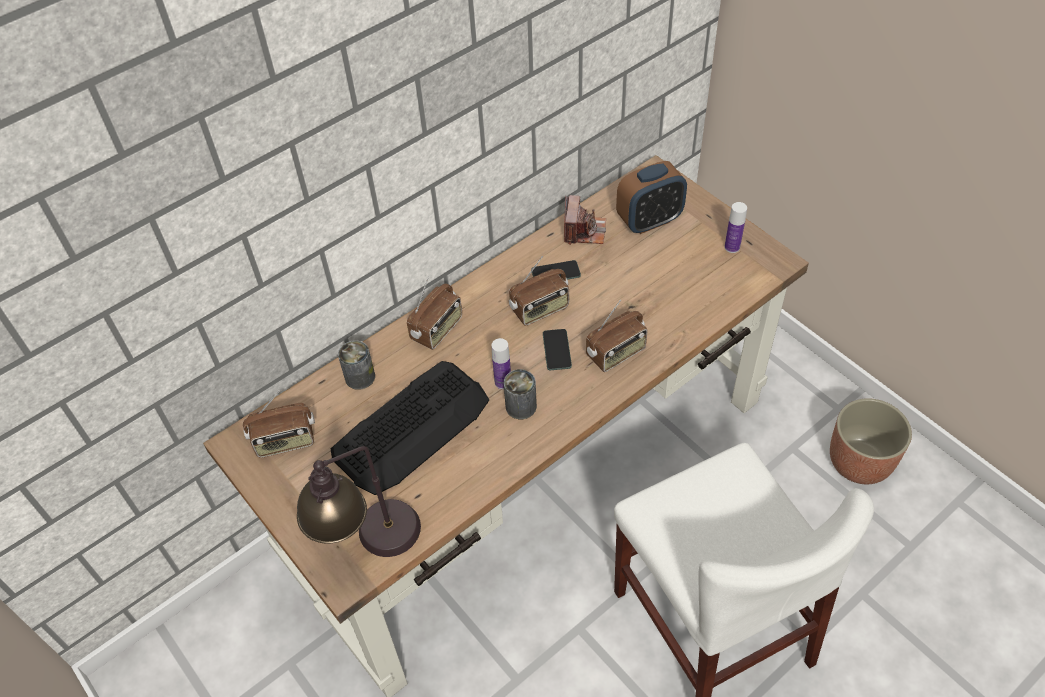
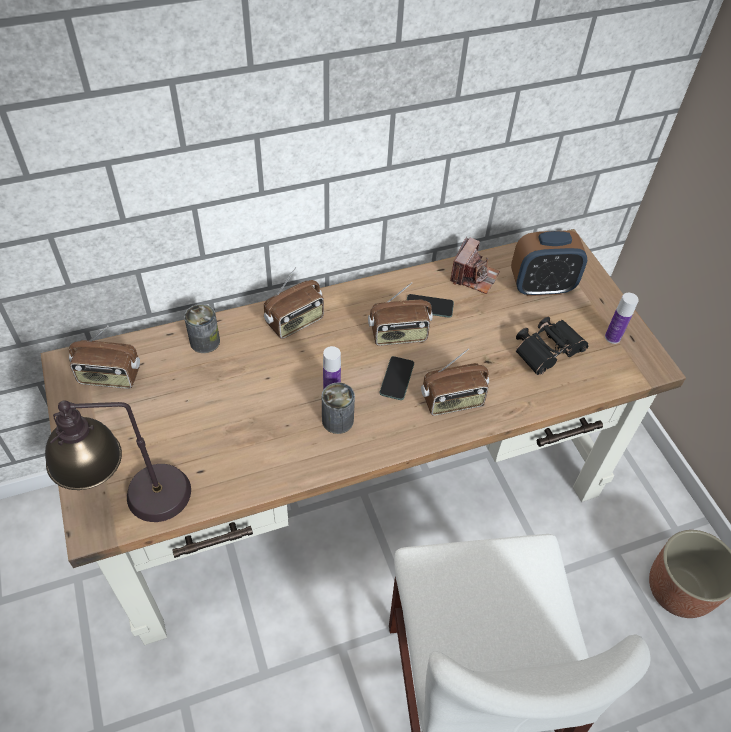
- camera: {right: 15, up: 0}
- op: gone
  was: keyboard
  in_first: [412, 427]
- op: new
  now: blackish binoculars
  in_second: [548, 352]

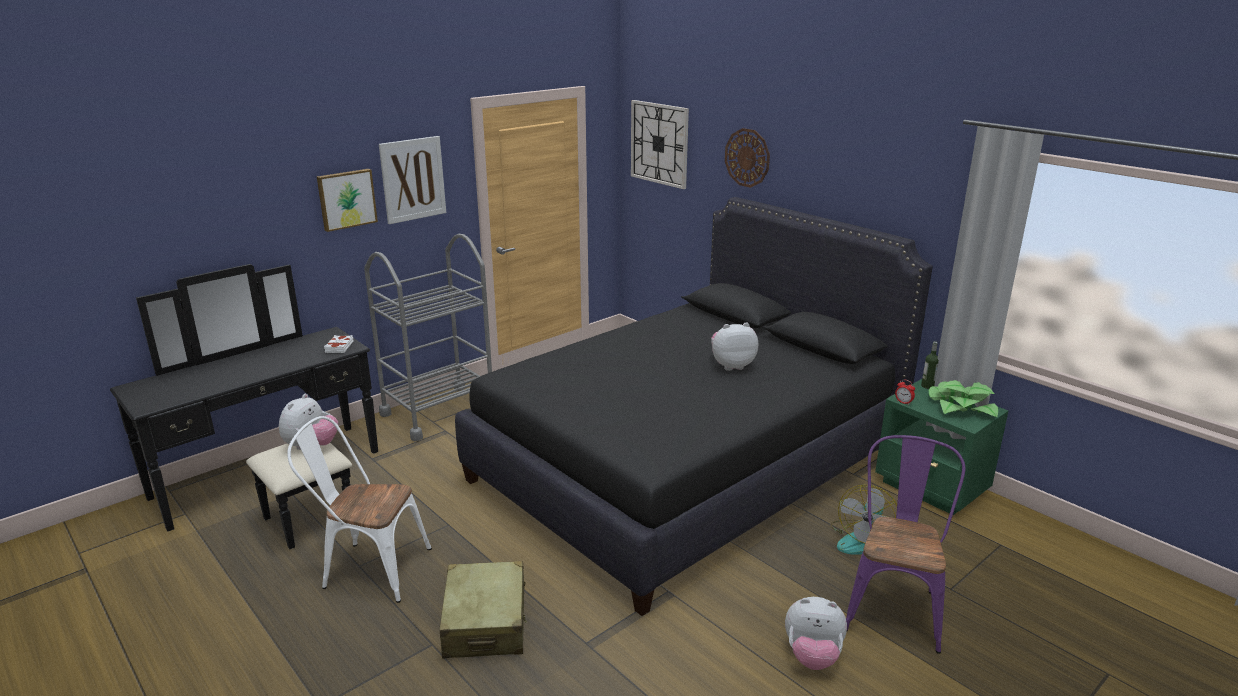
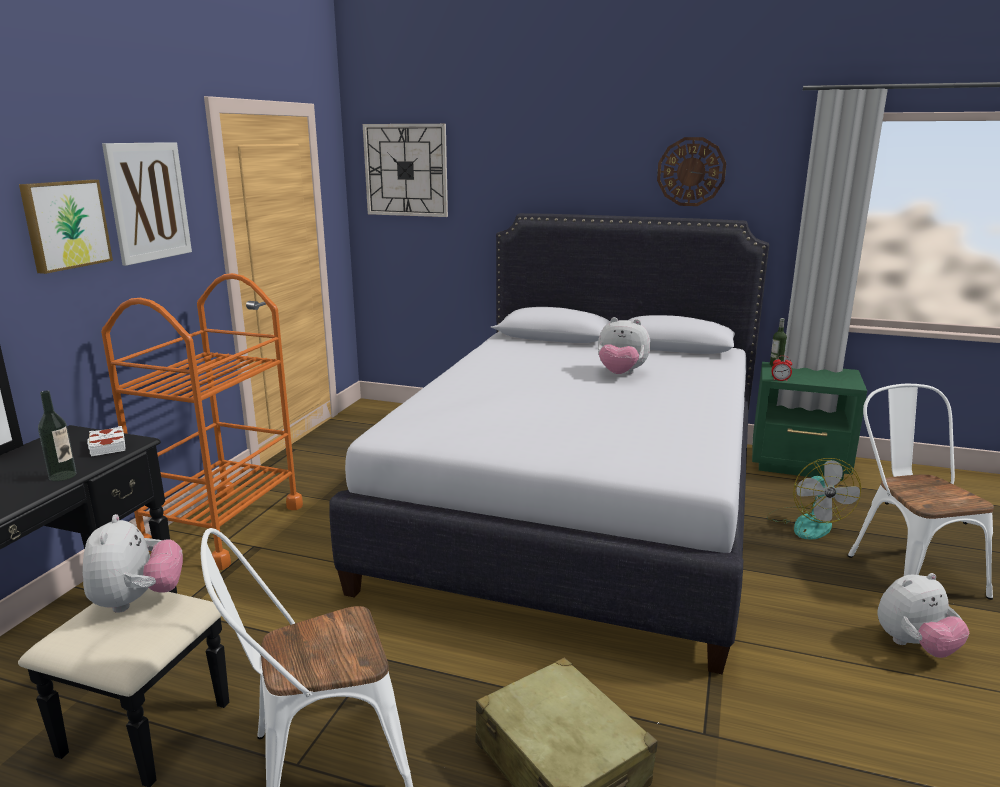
- camera: {right: -30, up: -5}
- op: shifted
  was: clock on the wall
  in_first: [747, 157]
  in_second: [691, 171]
- op: repainted
  was: blackish bed
  now: white bed
  in_first: [685, 466]
  in_second: [578, 506]
- op: repainted
  was: gray trolley
  now: orange-coloured trolley
  in_first: [439, 412]
  in_second: [223, 527]
- op: rotated
  was: plush toy
  in_first: [731, 365]
  in_second: [621, 374]
  clockwise: -120
- op: gone
  was: houseplant
  in_first: [961, 406]
- op: repainted
  was: purple-coloured plain chair
  now: white plain chair
  in_first: [893, 605]
  in_second: [906, 571]
- op: new
  now: bottle
  in_second: [62, 476]

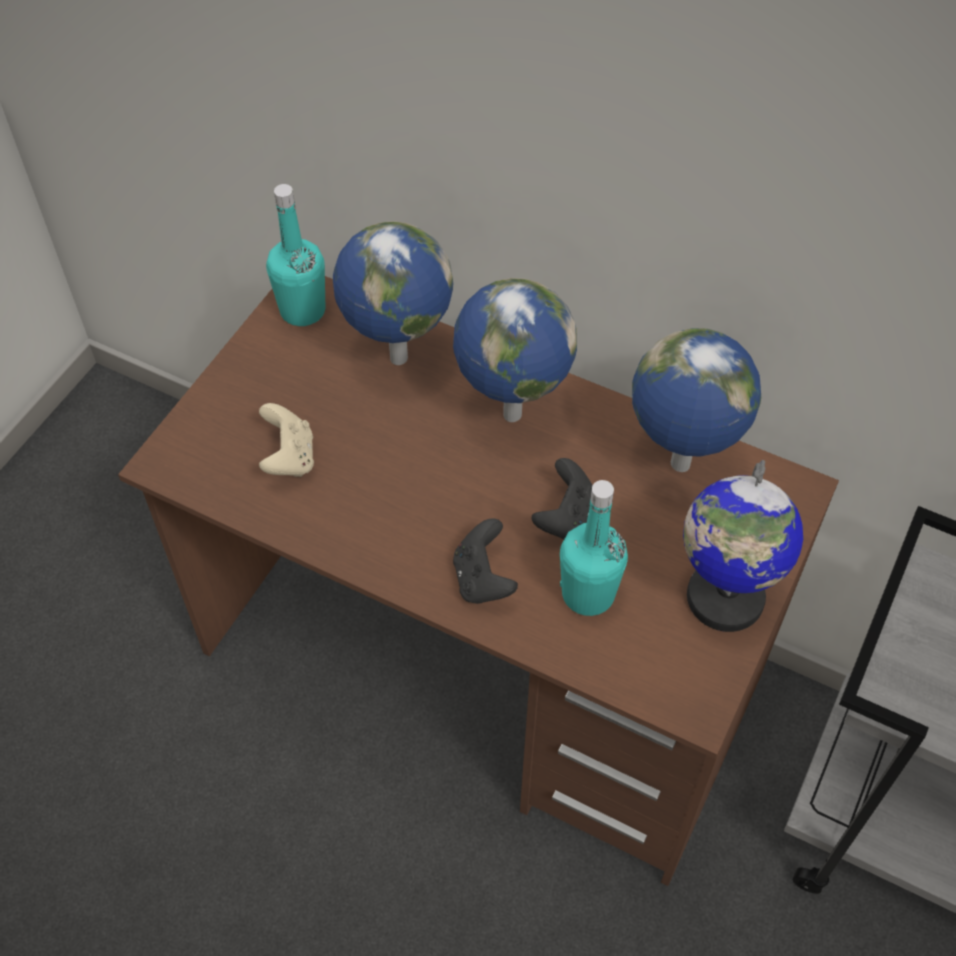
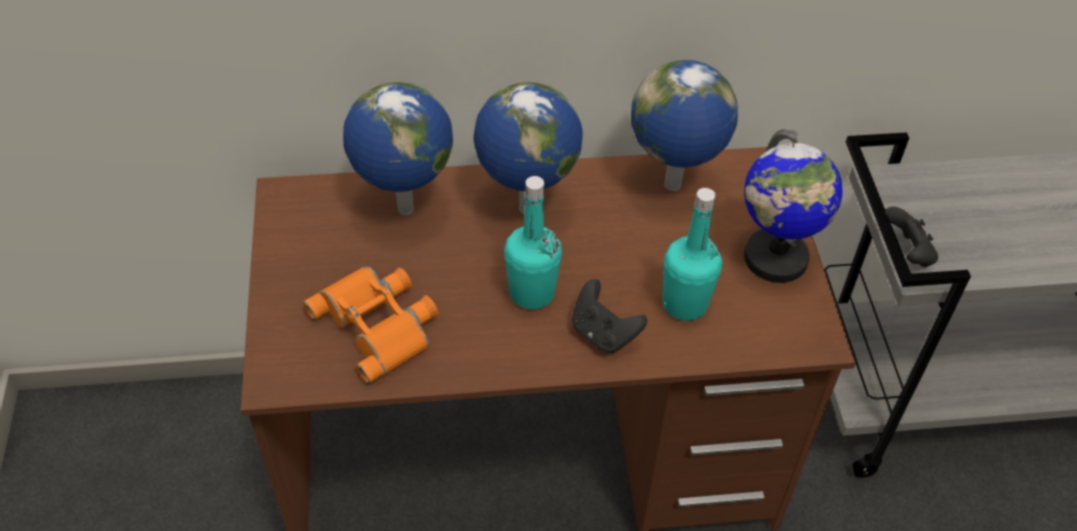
- camera: {right: -35, up: -5}
- op: shifted
  was: turquoise bottle
  in_first: [302, 310]
  in_second: [532, 293]
- op: swapped
  was: beige gamepad
  now: orange-coloured binoculars
  in_first: [289, 458]
  in_second: [379, 324]
- op: shifted
  was: blackish gamepad
  in_first: [566, 518]
  in_second: [907, 253]

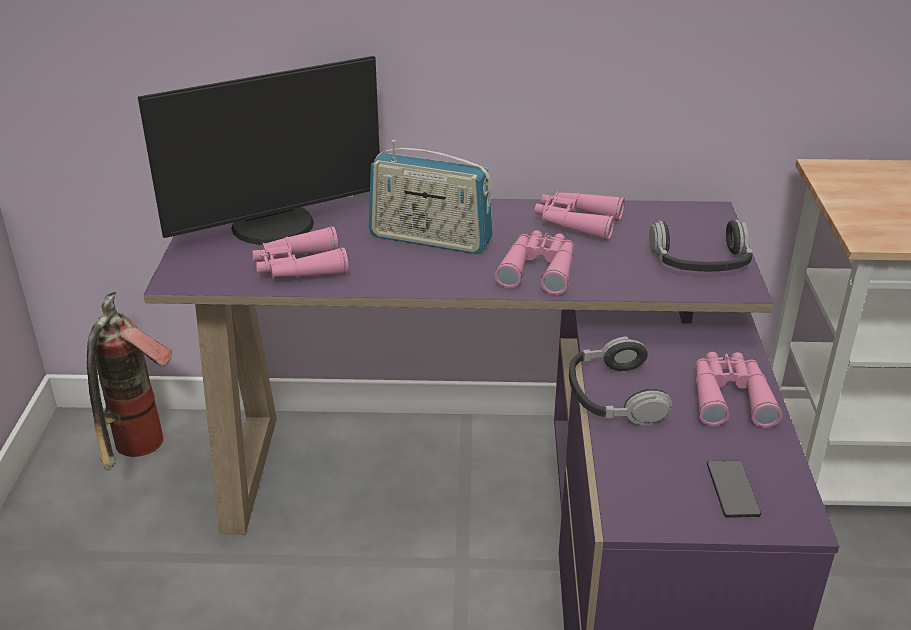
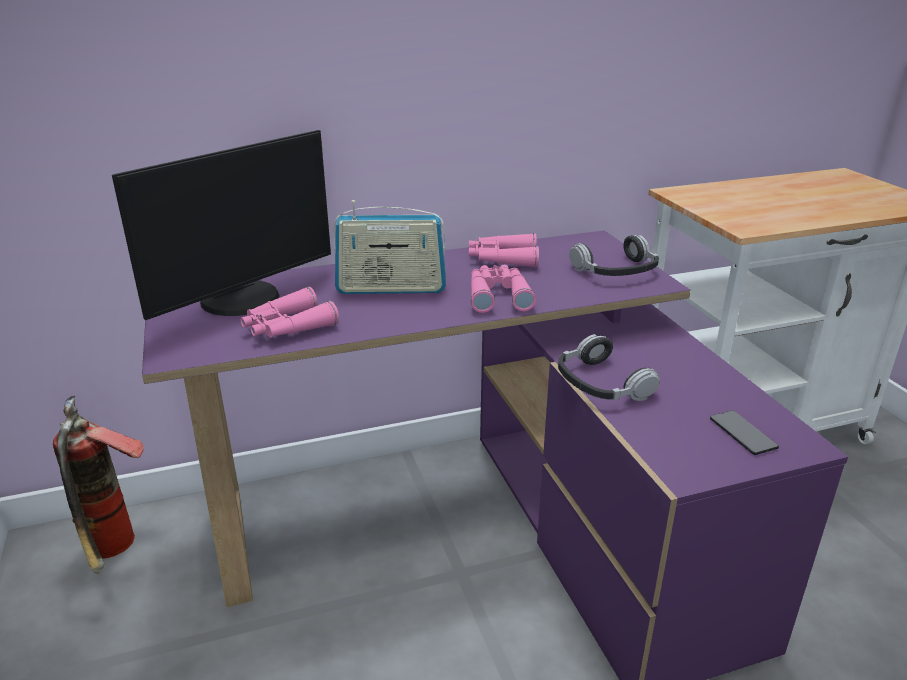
- camera: {right: -20, up: -5}
- op: gone
  was: pinkish binoculars
  in_first: [730, 397]

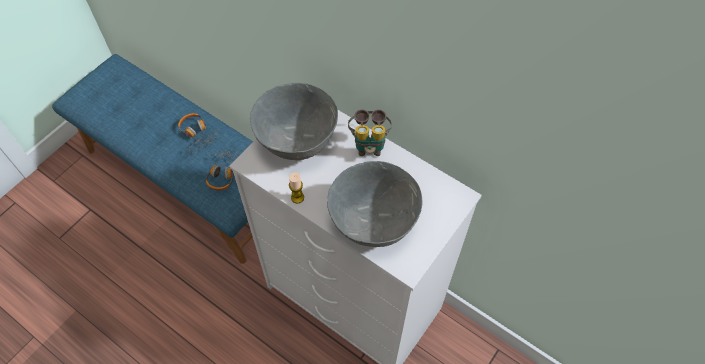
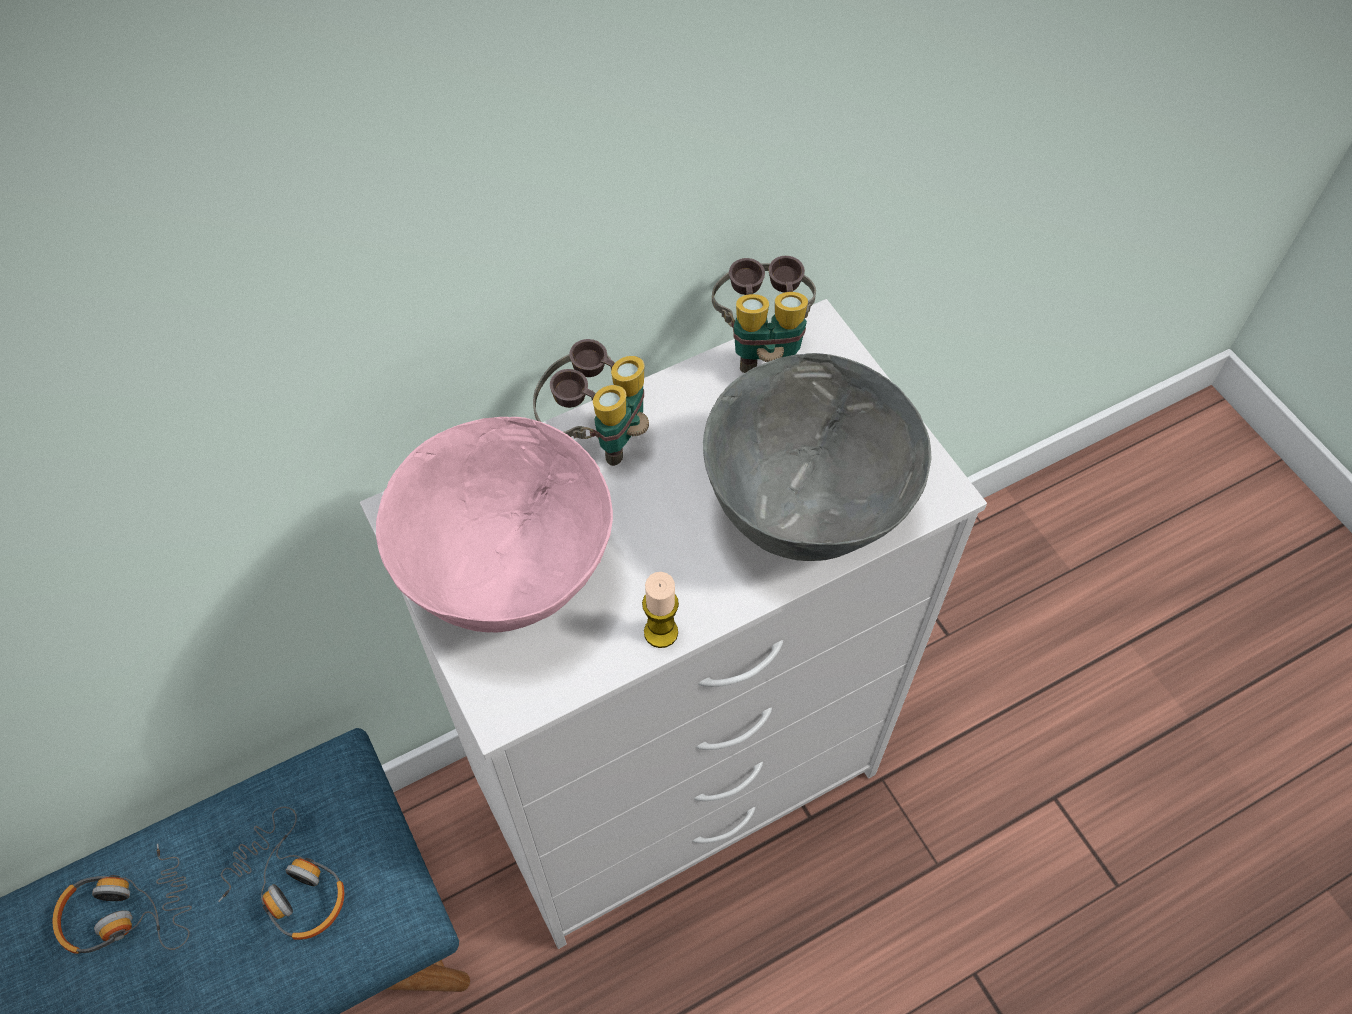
- camera: {right: -65, up: 0}
- op: repainted
  was: gray bowl
  now: pinkish bowl
  in_first: [297, 142]
  in_second: [506, 575]
- op: new
  now: binoculars
  in_second: [762, 345]

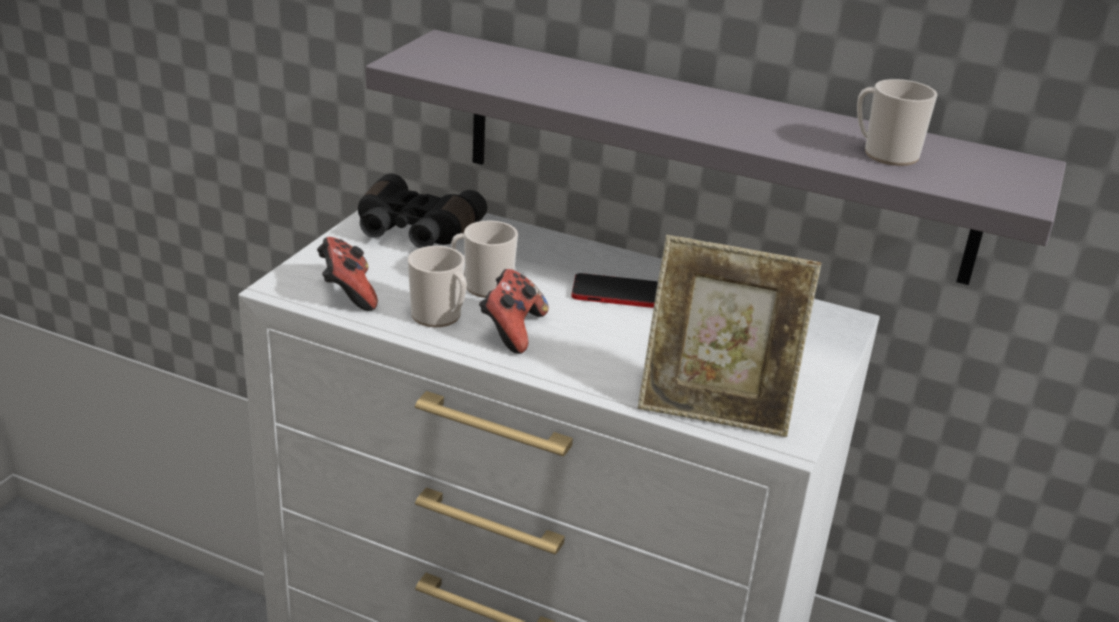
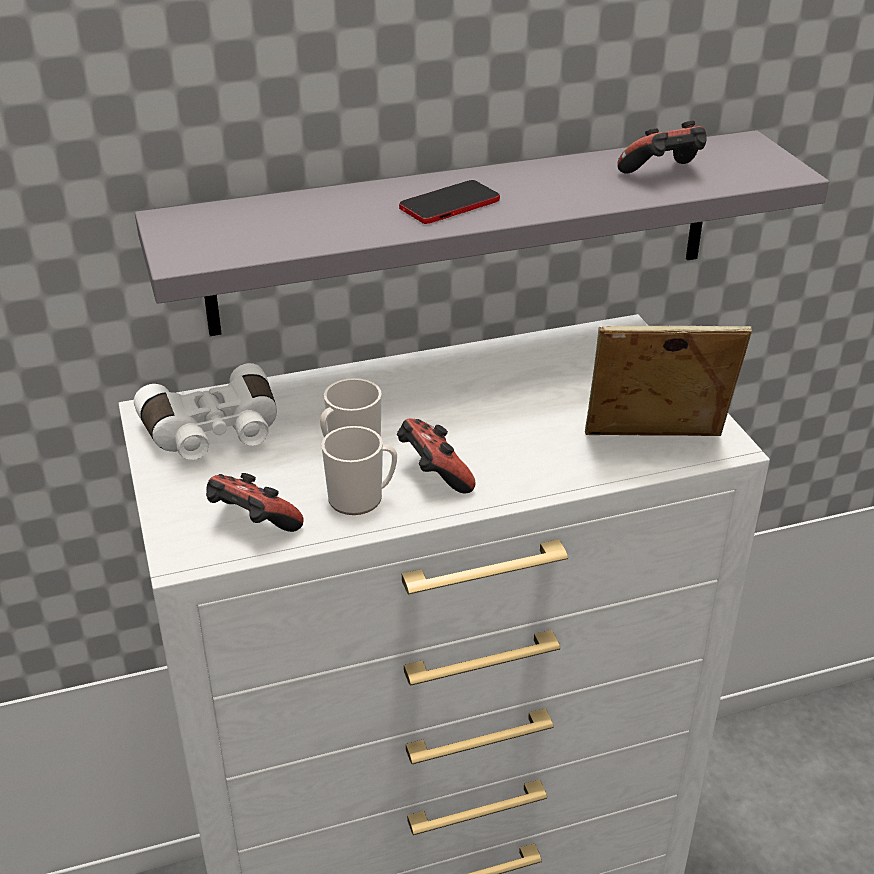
- camera: {right: -40, up: 5}
- op: swapped
  was: tea mug
  now: gamepad
  in_first: [884, 154]
  in_second: [663, 174]
- op: repainted
  was: blackish binoculars
  now: white binoculars
  in_first: [414, 232]
  in_second: [214, 434]
- op: rotated
  was: standing frame
  in_first: [715, 407]
  in_second: [654, 449]
  clockwise: -150
- op: shifted
  was: handset
  in_first: [616, 293]
  in_second: [449, 204]

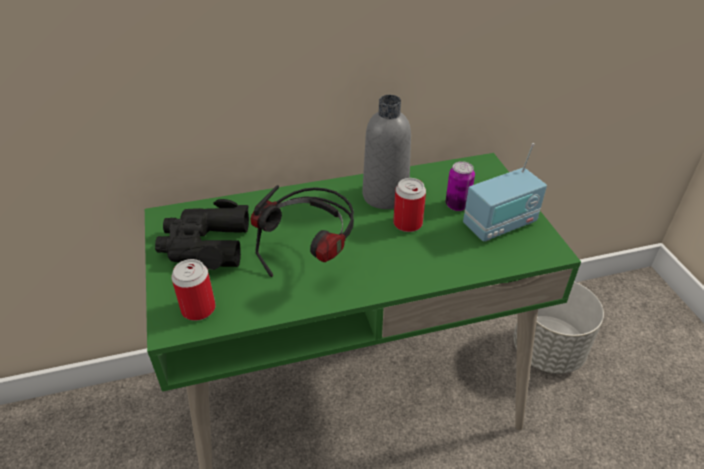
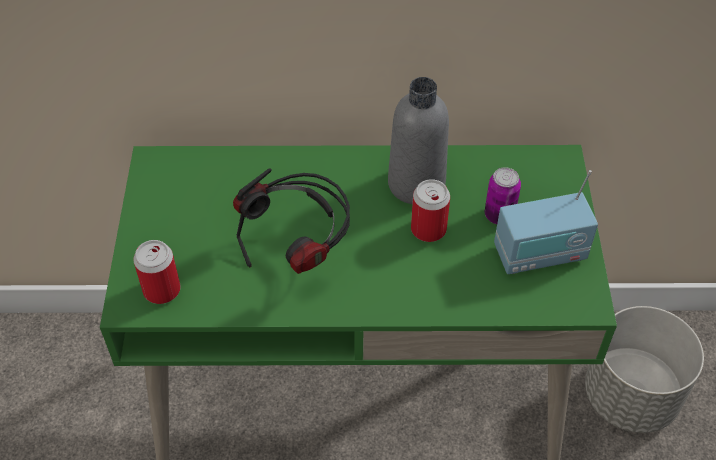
- camera: {right: 15, up: 10}
- op: gone
  was: blackish binoculars
  in_first: [205, 245]

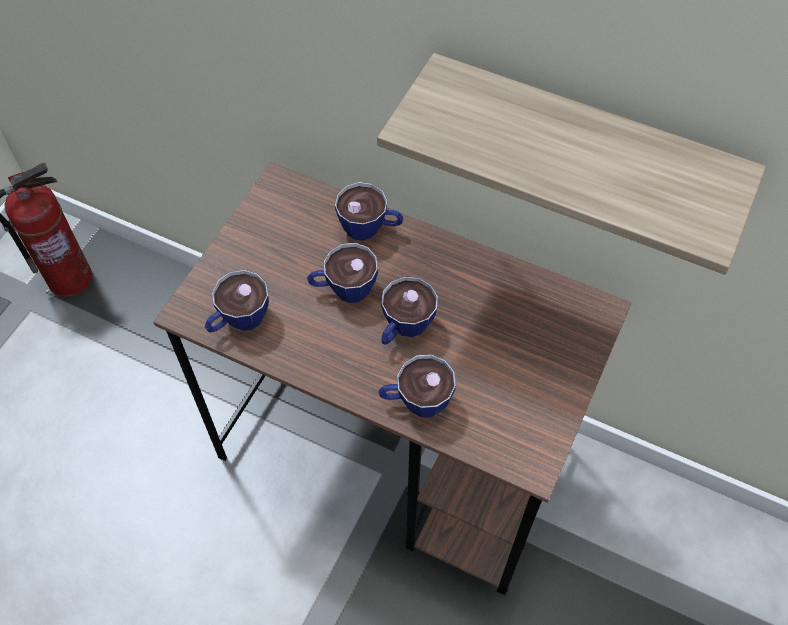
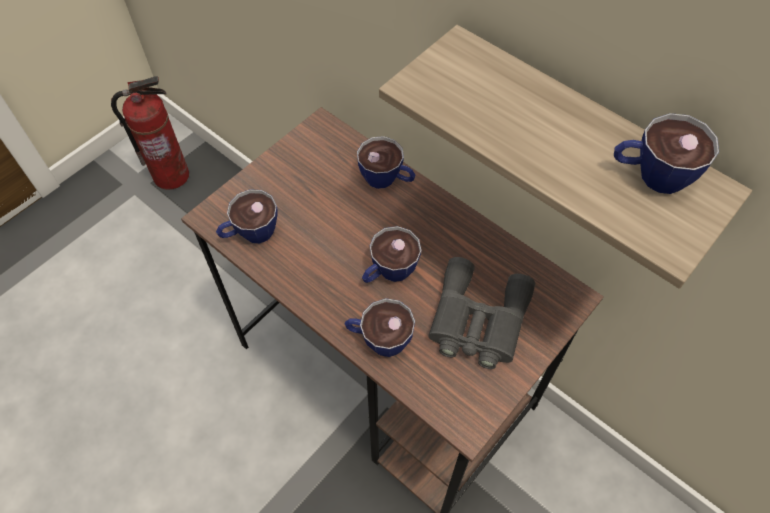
- camera: {right: 15, up: 0}
- op: shifted
  was: drinking cup
  in_first: [343, 289]
  in_second: [650, 175]
- op: new
  now: gray binoculars
  in_second: [477, 321]

